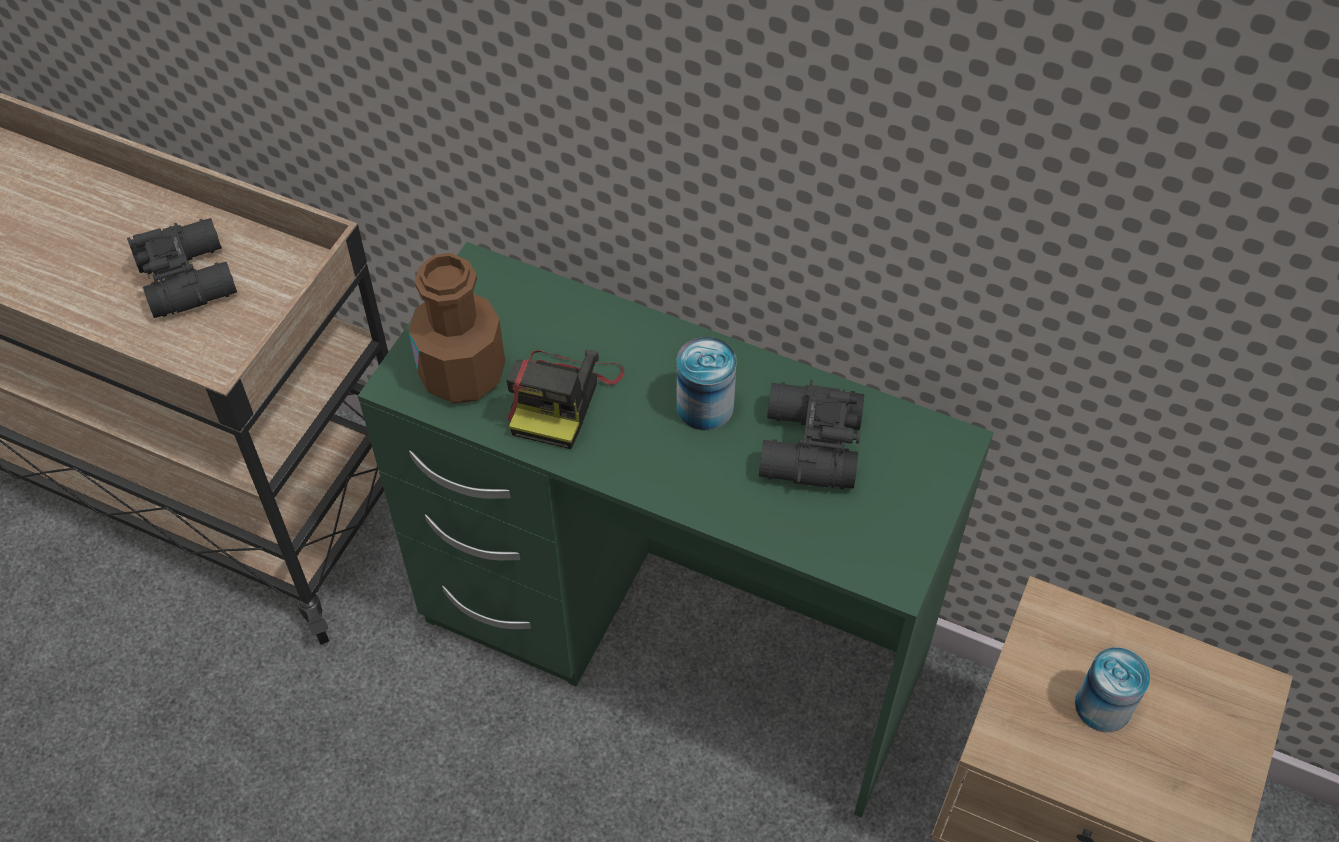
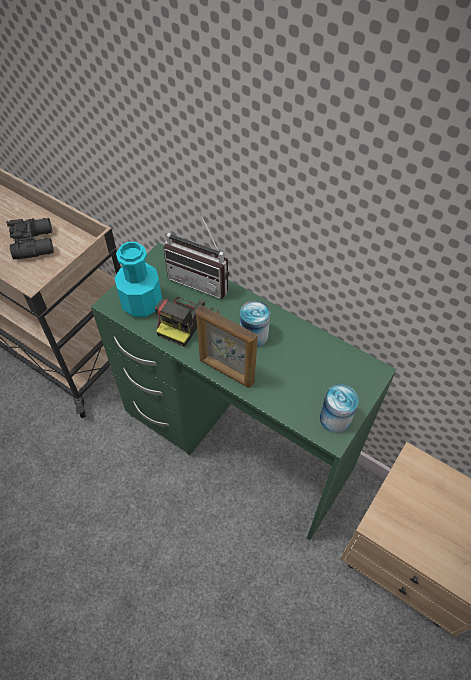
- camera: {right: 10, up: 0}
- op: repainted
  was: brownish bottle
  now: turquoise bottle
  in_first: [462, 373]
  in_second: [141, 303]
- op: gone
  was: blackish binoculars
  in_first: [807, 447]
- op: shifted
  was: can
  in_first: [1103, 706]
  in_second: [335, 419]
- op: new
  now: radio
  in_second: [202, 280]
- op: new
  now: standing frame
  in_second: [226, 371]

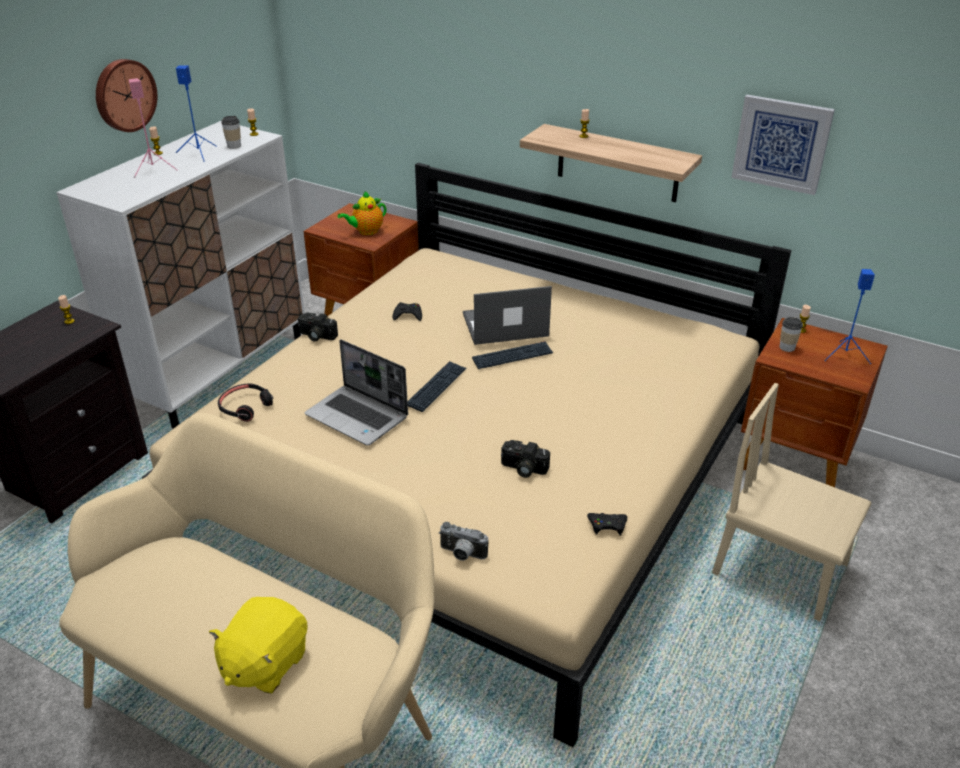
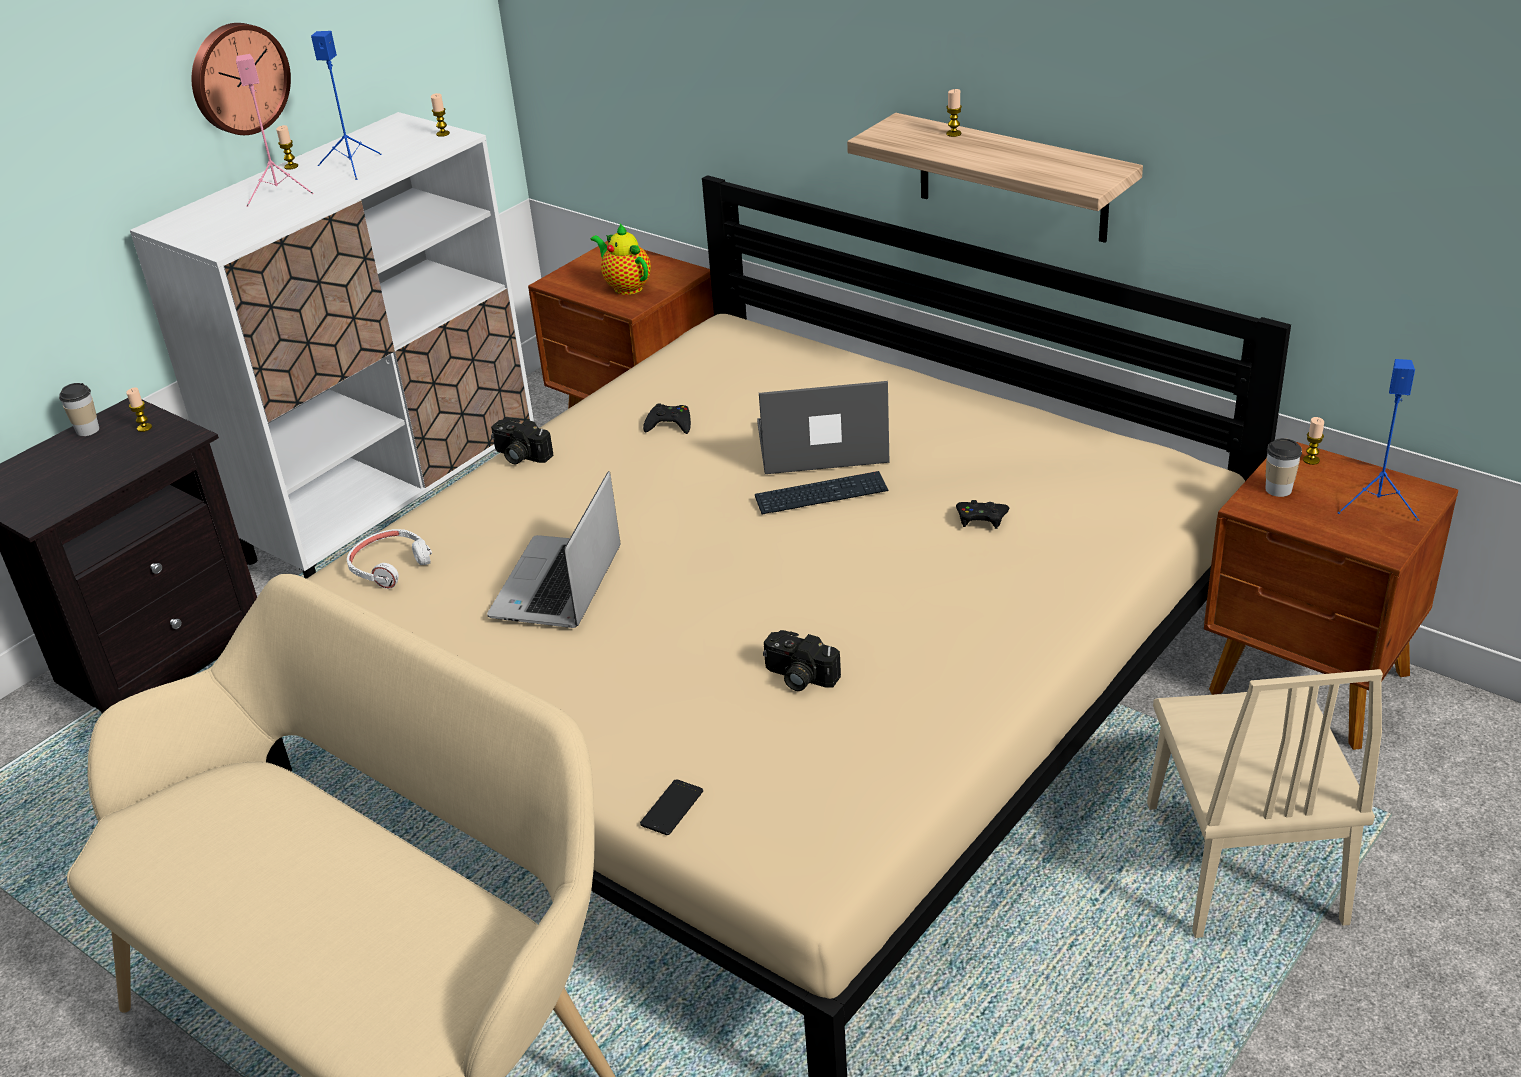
- camera: {right: 10, up: 0}
- op: gone
  was: picture
  in_first: [781, 144]
- op: shifted
  was: drinking cup
  in_first: [234, 146]
  in_second: [87, 430]
- op: rotated
  was: pot for tea
  in_first: [366, 231]
  in_second: [626, 286]
  clockwise: 75
- op: rotated
  was: laptop
  in_first: [358, 416]
  in_second: [558, 586]
  clockwise: 60
- op: gone
  was: keyboard
  in_first: [437, 387]
- op: rotated
  was: beige plain chair
  in_first: [780, 569]
  in_second: [1243, 861]
  clockwise: -135
- op: repainted
  was: blackish pair of headphones
  now: white pair of headphones
  in_first: [245, 407]
  in_second: [390, 566]
- op: shifted
  was: blackish gamepad
  in_first: [607, 525]
  in_second: [981, 518]
- op: swapped
  was: still camera
  now: handset
  in_first: [461, 554]
  in_second: [672, 808]
- op: gone
  was: yellow-coloured plush toy
  in_first: [264, 663]

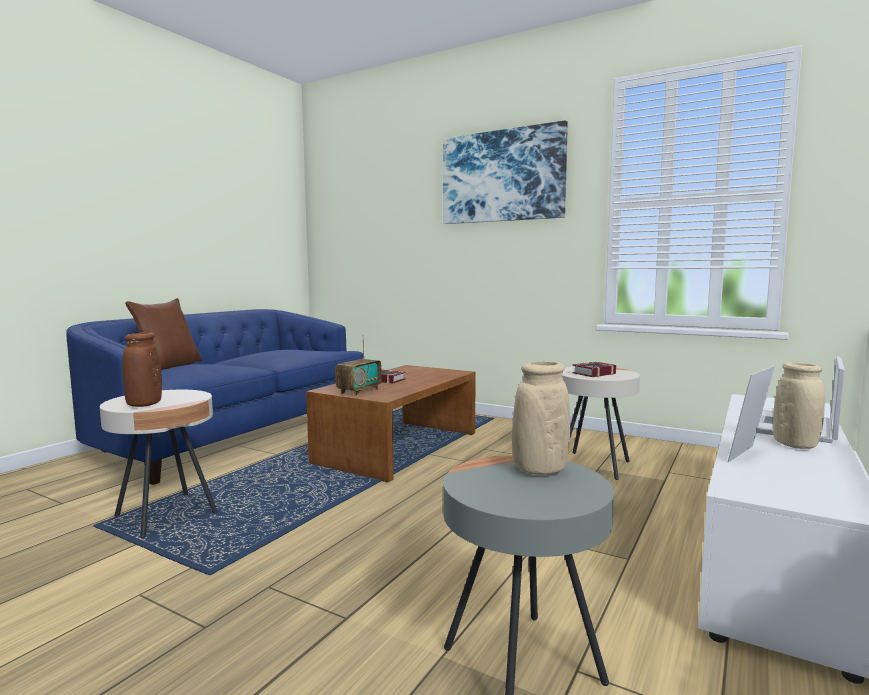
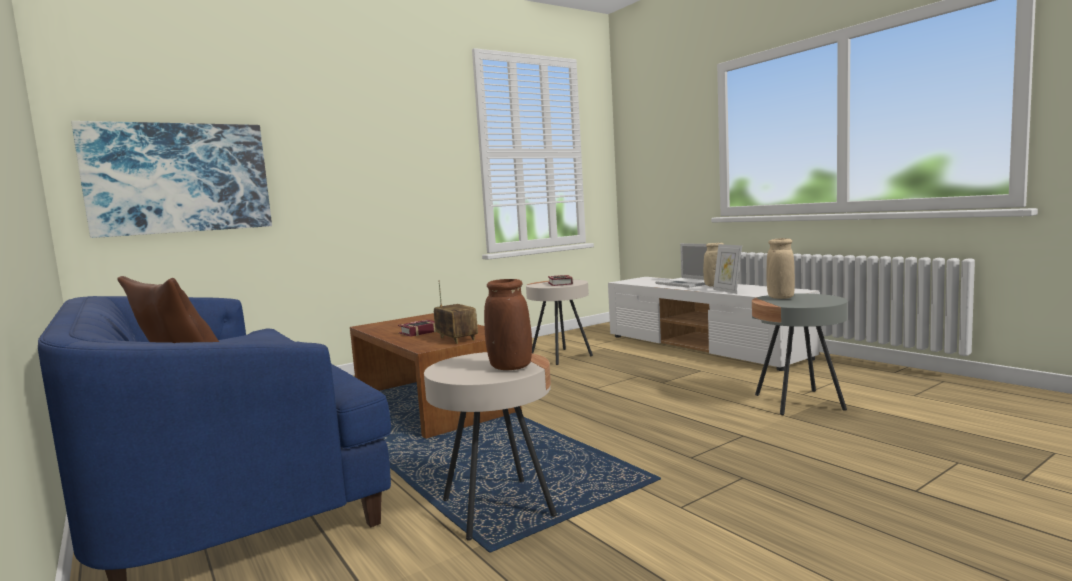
- camera: {right: -65, up: 0}
- op: shifted
  was: picture
  in_first: [502, 176]
  in_second: [179, 178]

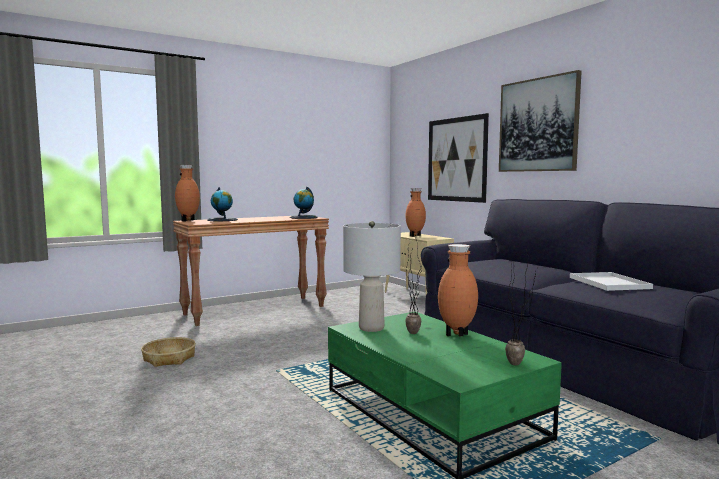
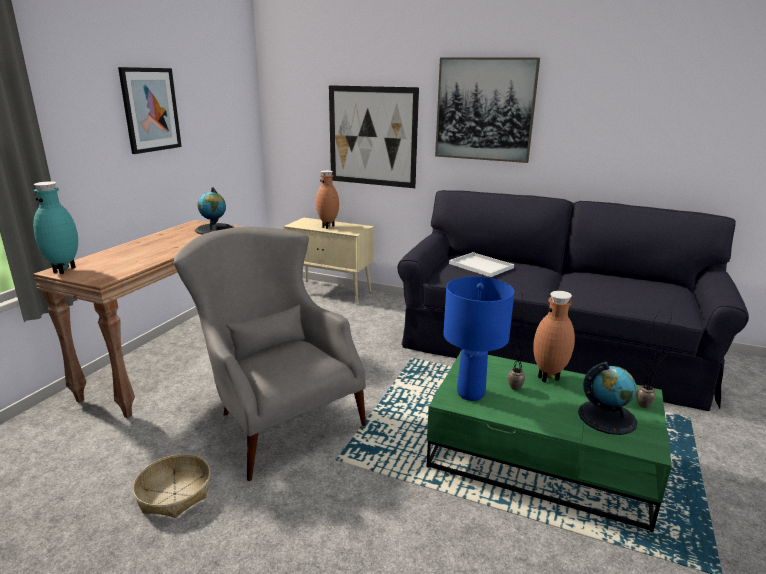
- camera: {right: -35, up: 15}
- op: repainted
  was: brownish flower vase
  now: turquoise flower vase
  in_first: [188, 221]
  in_second: [65, 270]
- op: shifted
  was: globe
  in_first: [222, 220]
  in_second: [607, 417]
- op: repainted
  was: gray tabletop lamp
  now: blue tabletop lamp
  in_first: [371, 328]
  in_second: [470, 393]
- op: shifted
  was: white tray
  in_first: [607, 282]
  in_second: [479, 265]
- op: new
  now: picture
  in_second: [150, 110]
- op: new
  now: gray lounge chair
  in_second: [275, 415]

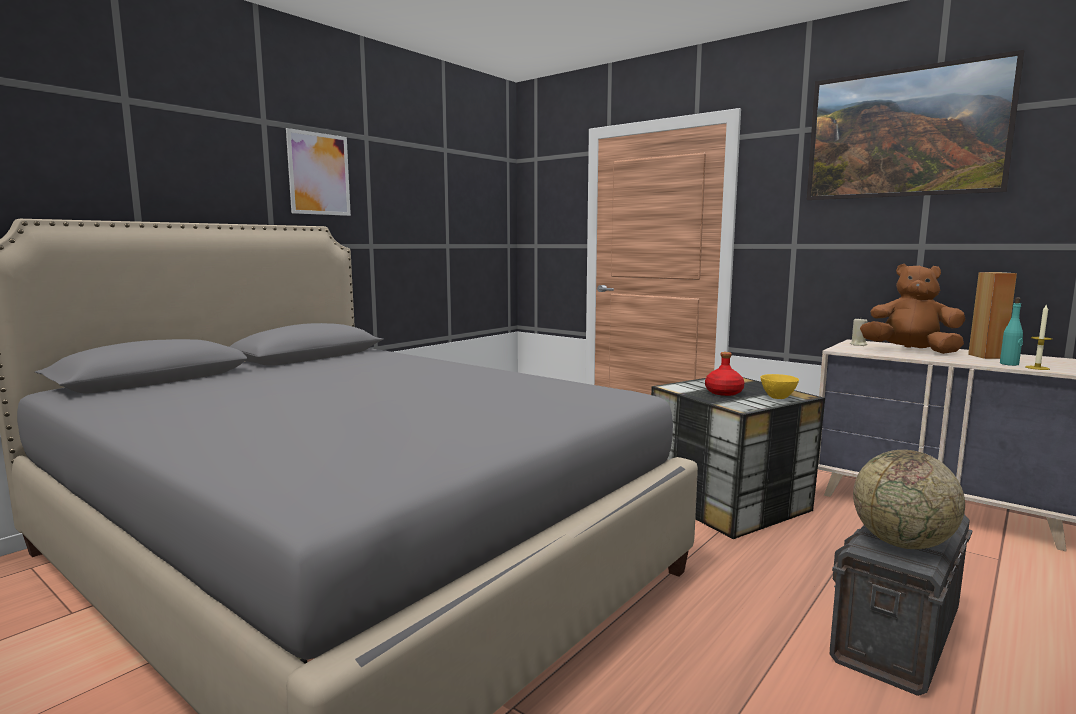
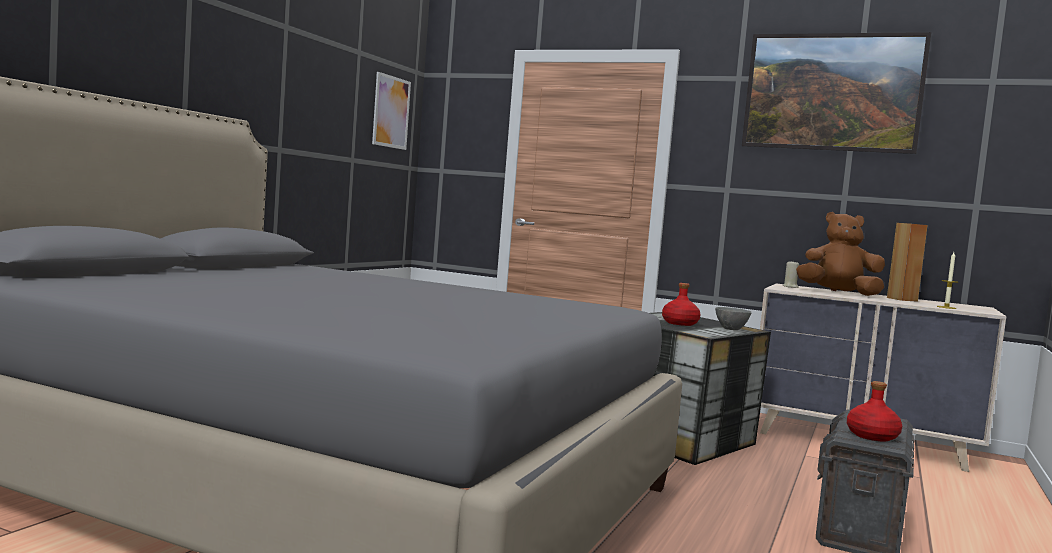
- camera: {right: -15, up: -5}
- op: shifted
  was: picture
  in_first: [319, 174]
  in_second: [391, 112]
- op: gone
  was: turquoise bottle
  in_first: [1009, 364]
- op: repainted
  was: yellow-coloured bowl
  now: gray bowl
  in_first: [778, 398]
  in_second: [731, 329]
- op: swapped
  was: globe
  now: red-coloured bottle
  in_first: [902, 543]
  in_second: [873, 436]

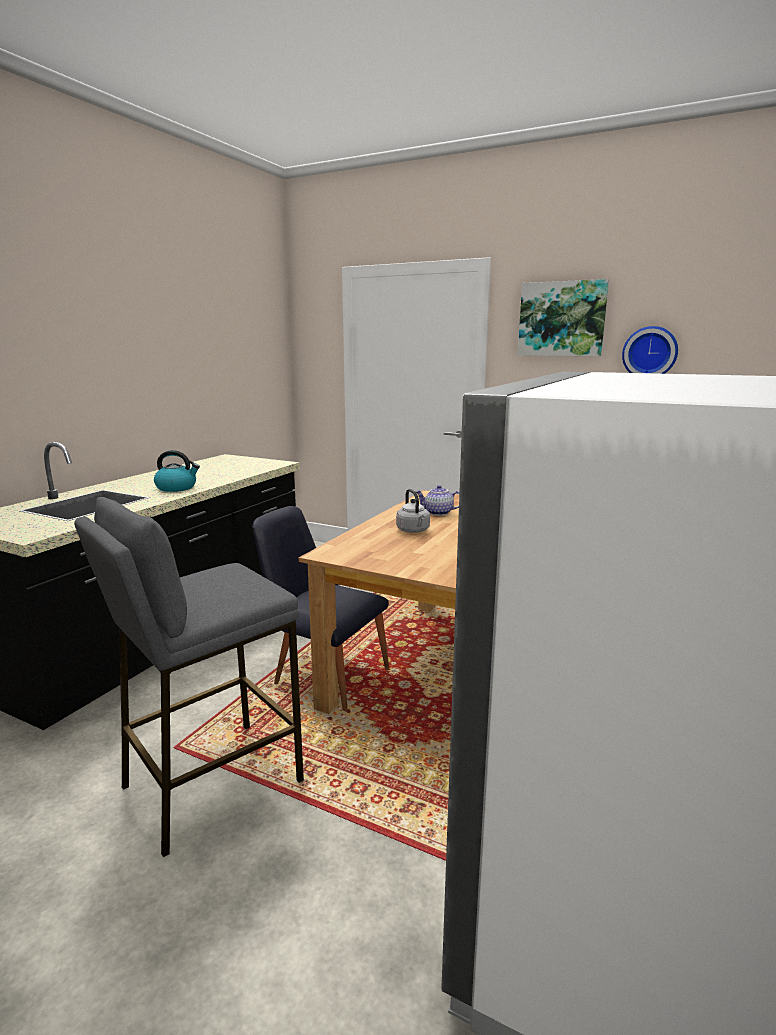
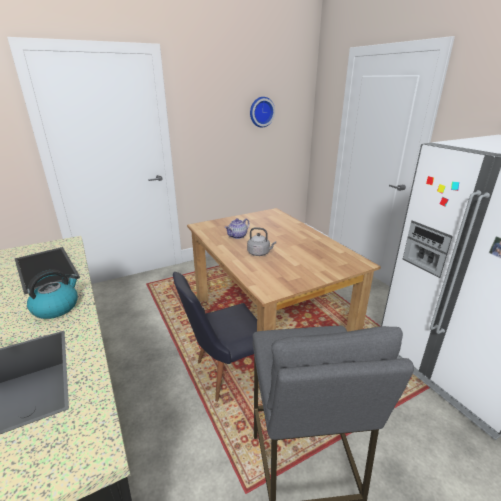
- camera: {right: -55, up: 10}
- op: gone
  was: picture
  in_first: [562, 319]
- op: new
  now: tray
  in_second: [47, 269]

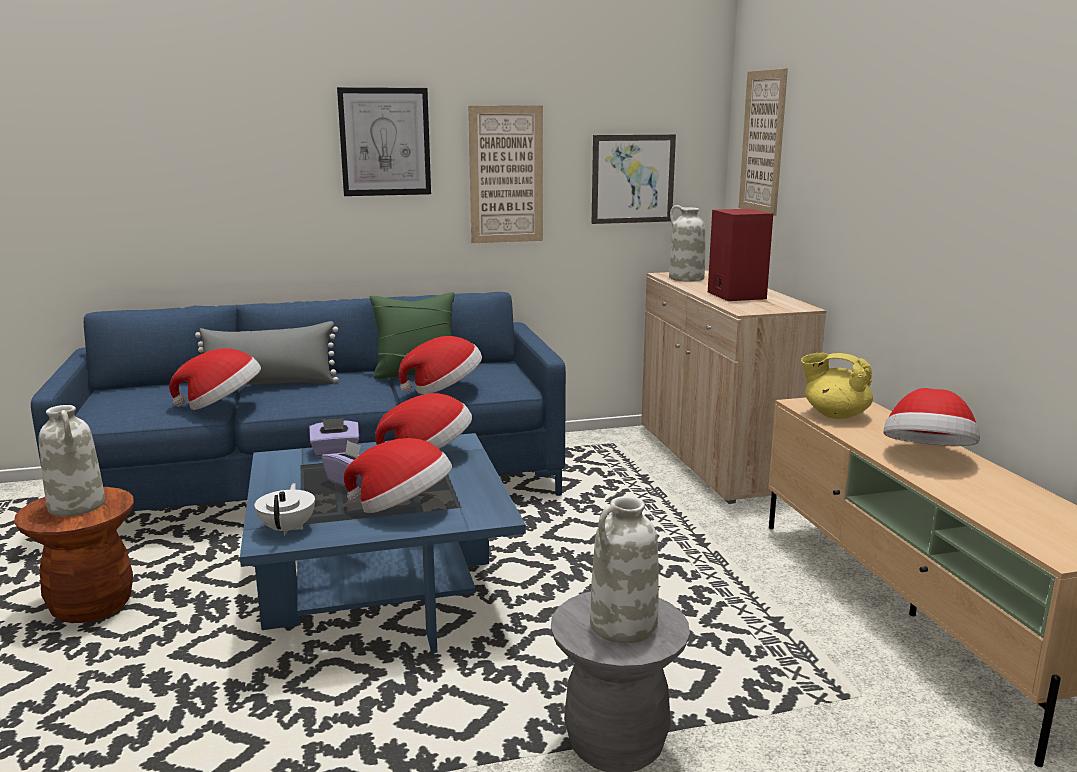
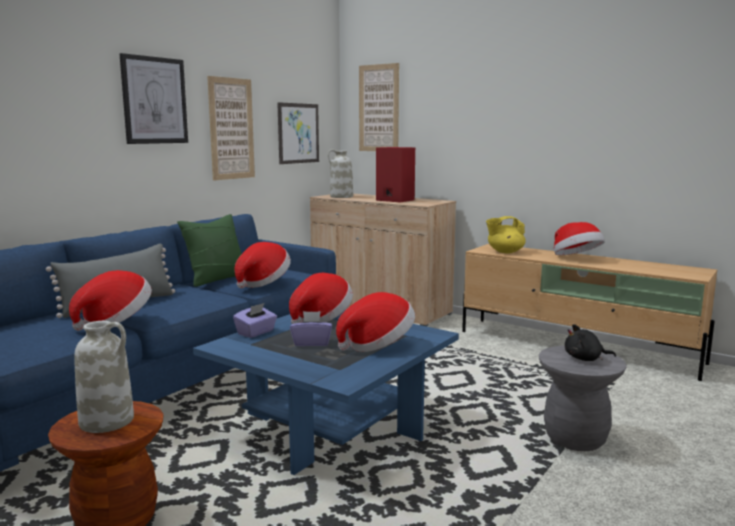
- camera: {right: -40, up: -5}
- op: gone
  was: white pot for tea
  in_first: [288, 528]
- op: swapped
  was: white flower vase
  now: blackish plush toy
  in_first: [623, 626]
  in_second: [585, 359]

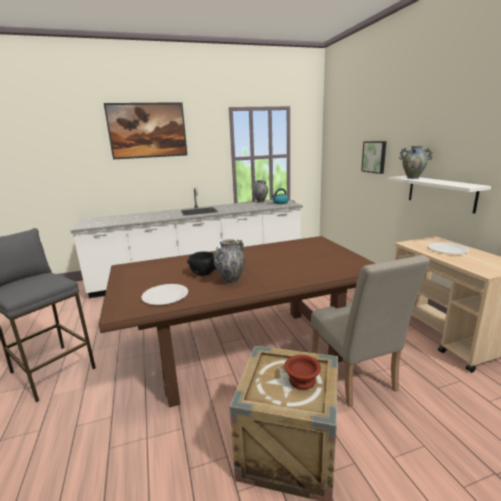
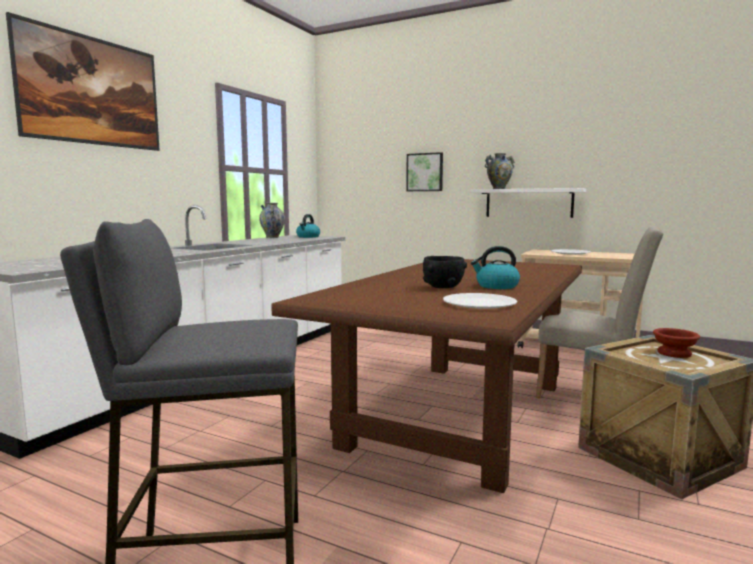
- camera: {right: -45, up: -10}
- op: swapped
  was: flower vase
  now: kettle
  in_first: [230, 281]
  in_second: [496, 286]

